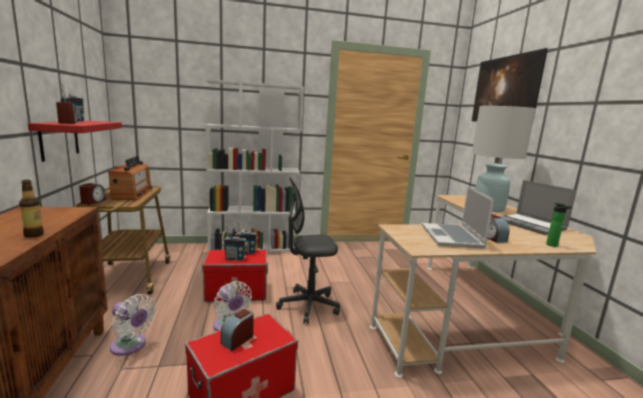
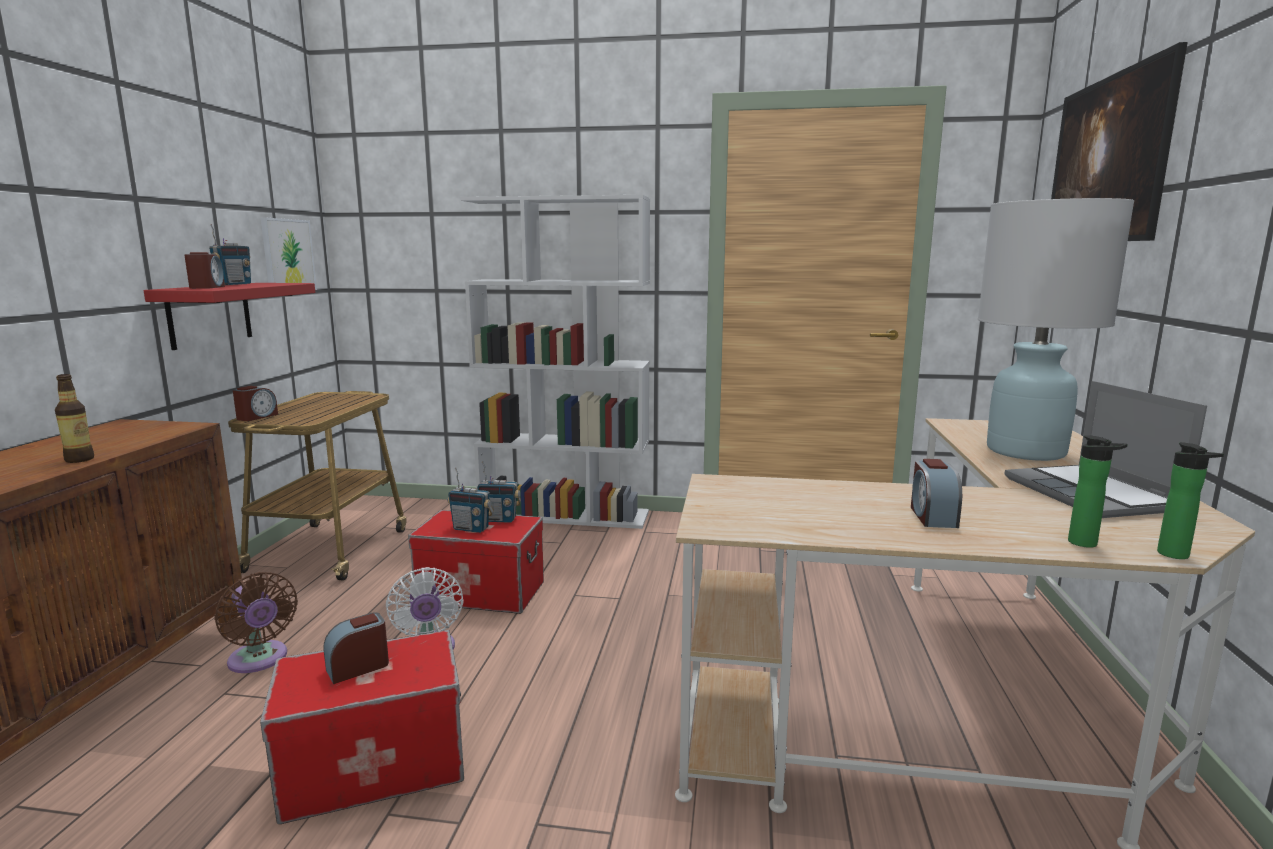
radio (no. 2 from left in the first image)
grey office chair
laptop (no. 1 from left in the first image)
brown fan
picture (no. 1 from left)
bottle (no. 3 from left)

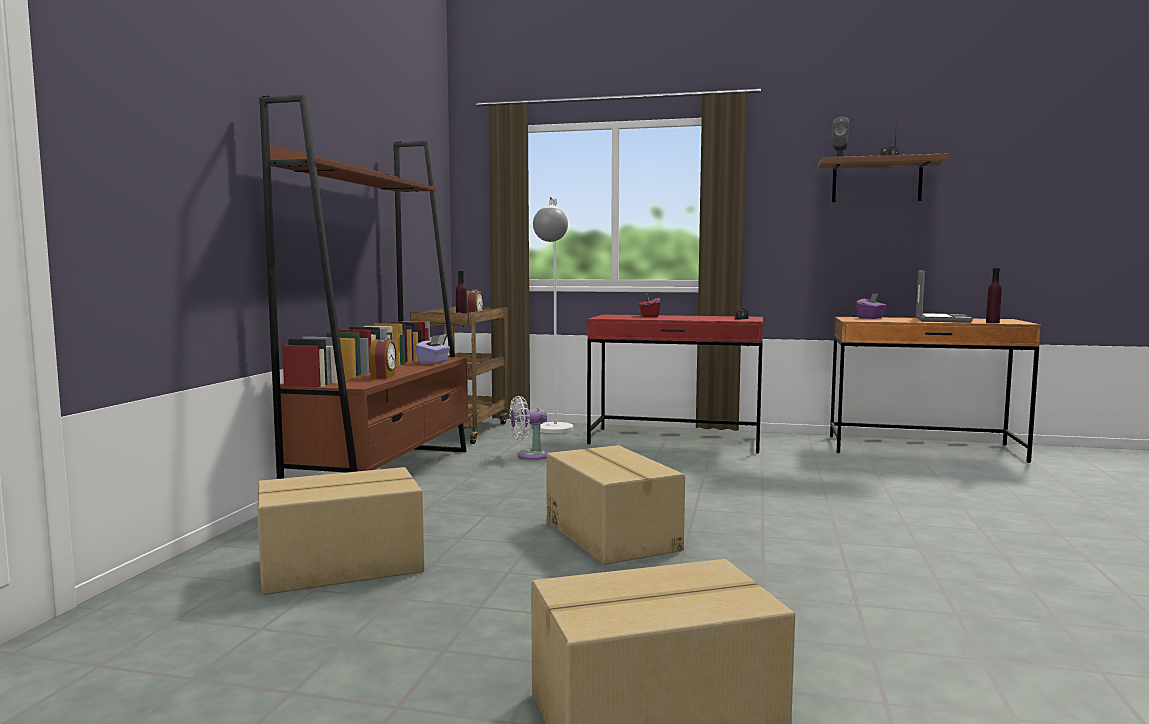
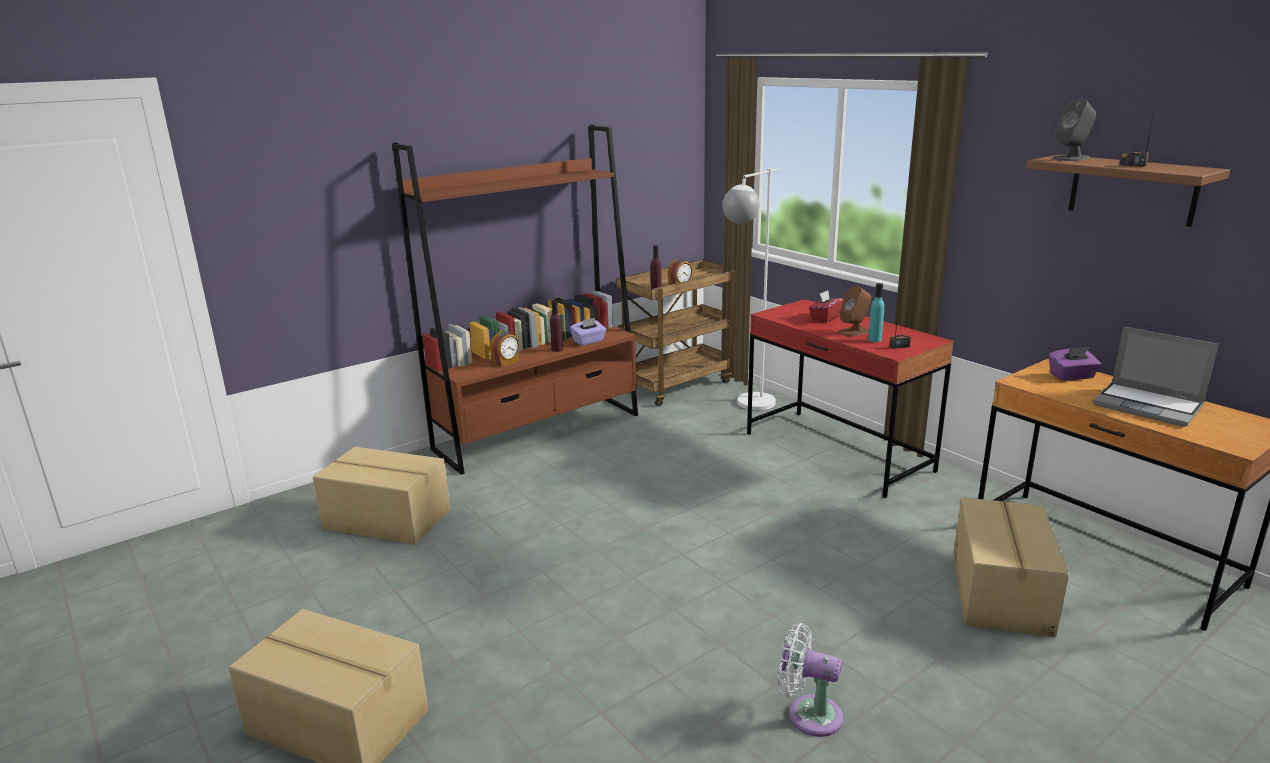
purple bottle (no. 1 from left)
laptop
white fan
cardboard box (no. 3 from left)
turquoise bottle
brown speaker

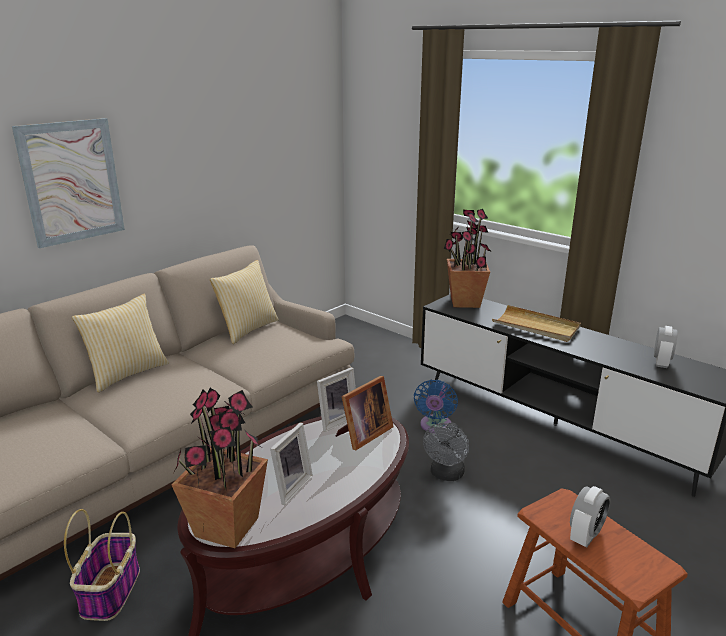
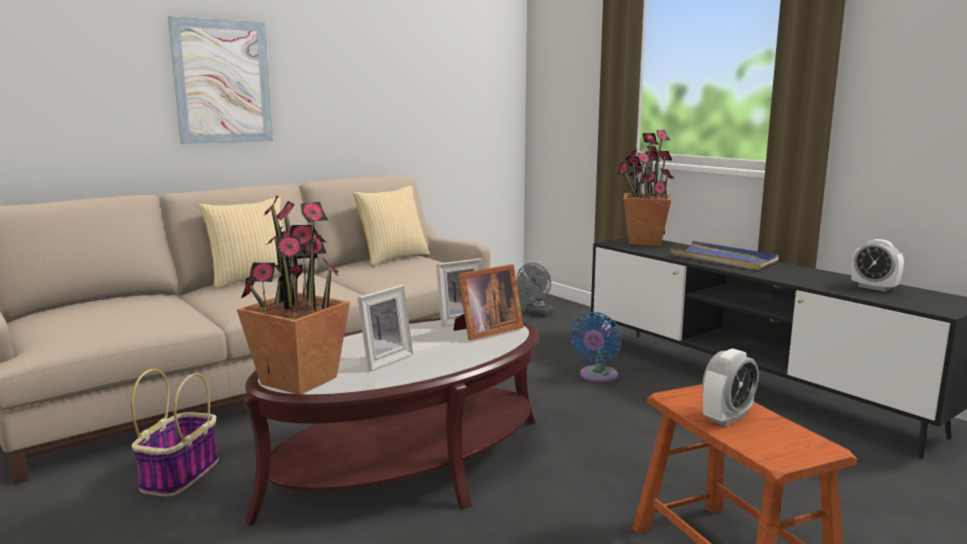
blue tray
alarm clock (no. 2 from left)
grey fan

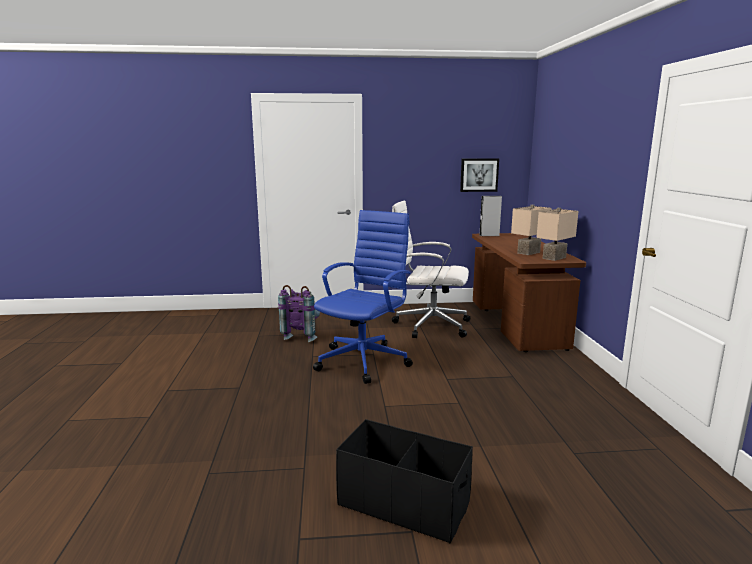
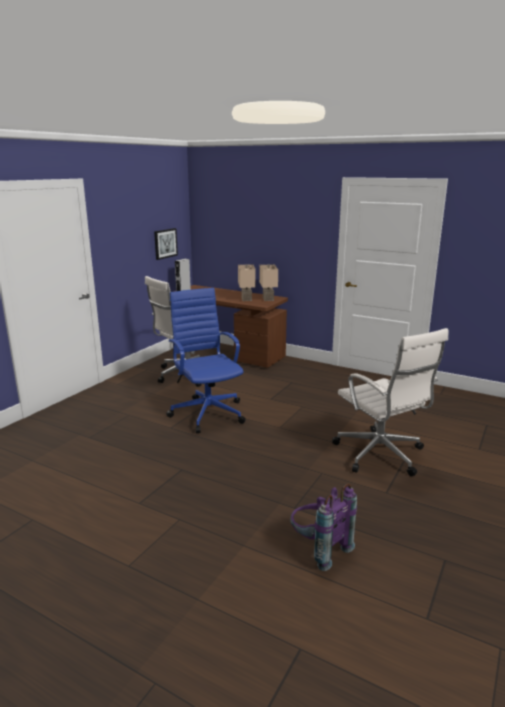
purple backpack
white office chair (no. 2 from left)

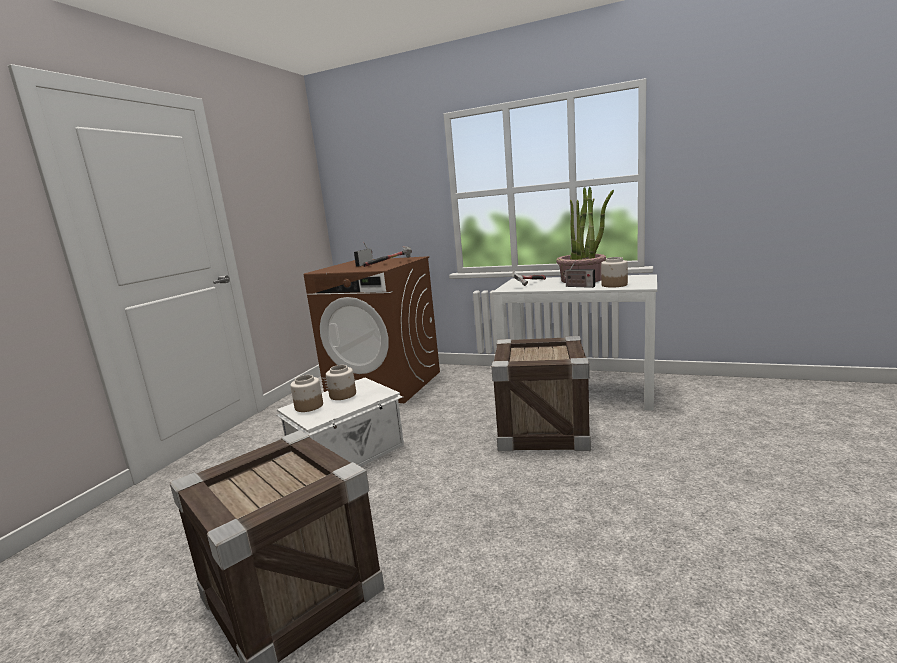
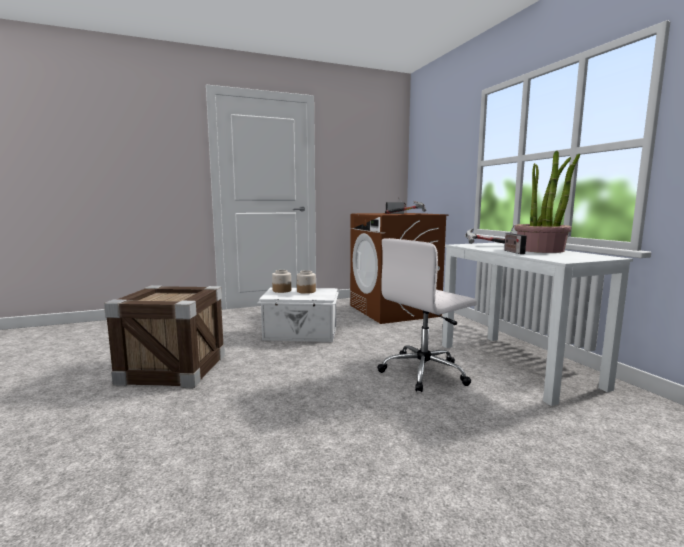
jar (no. 3 from left in the first image)
white office chair

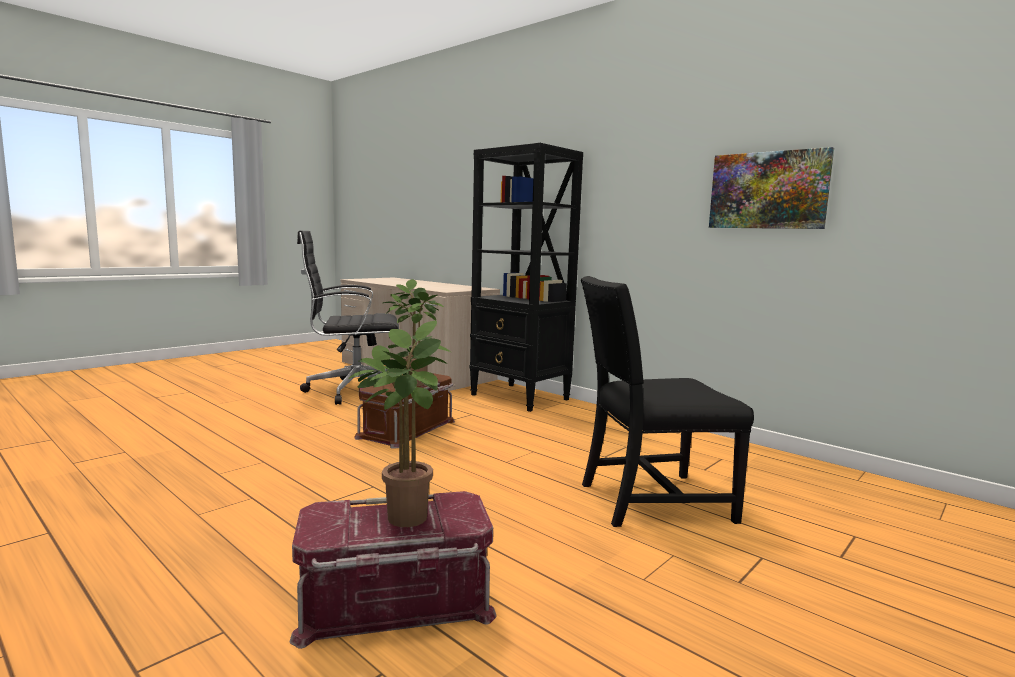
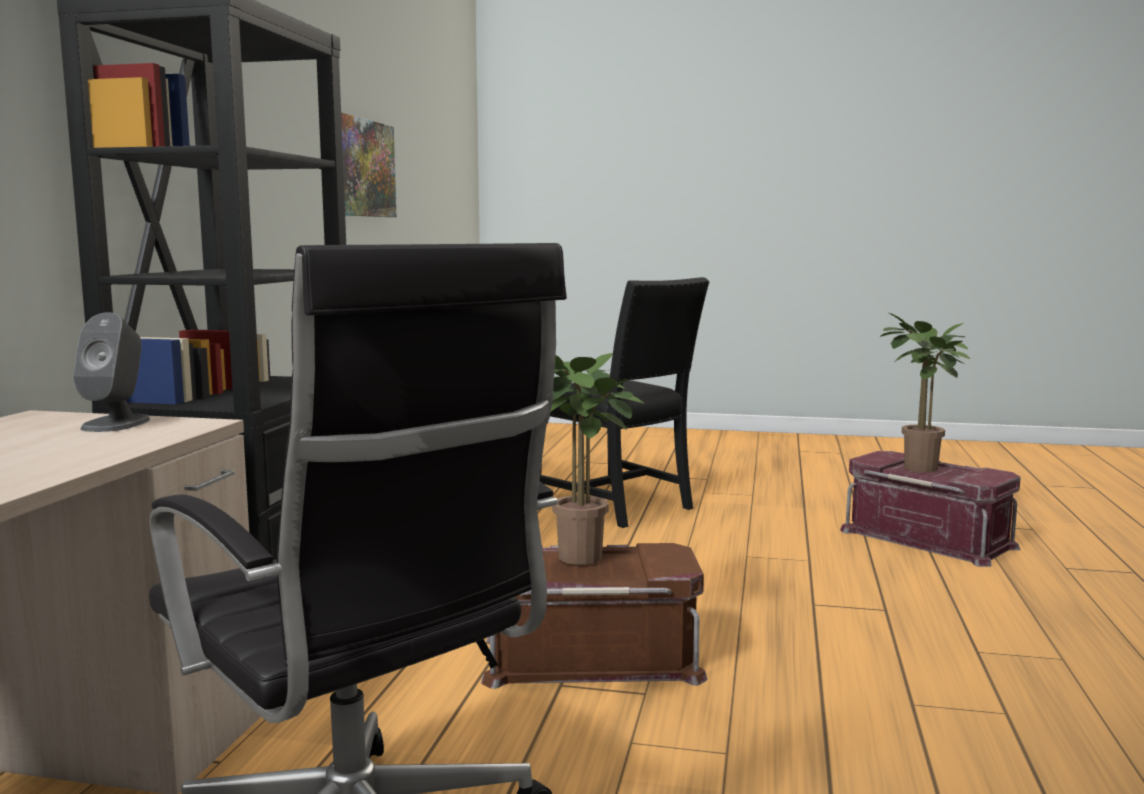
grey speaker

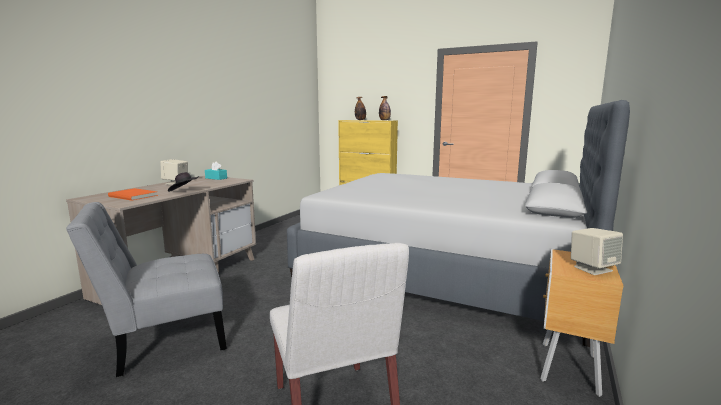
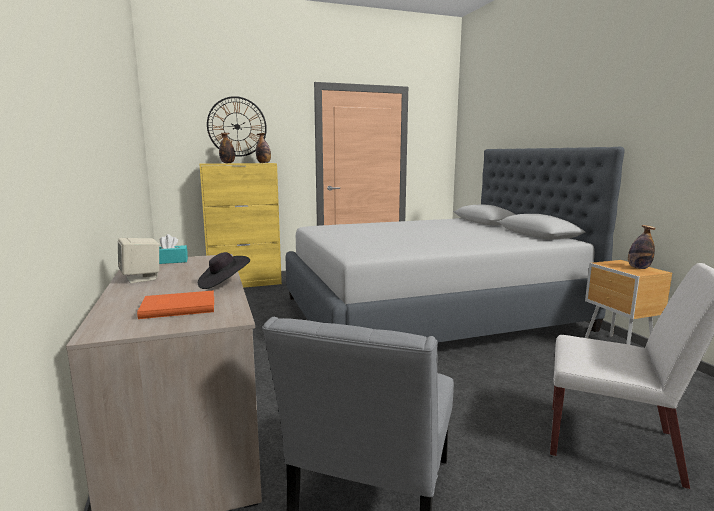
bottle (no. 3 from left)
wall clock

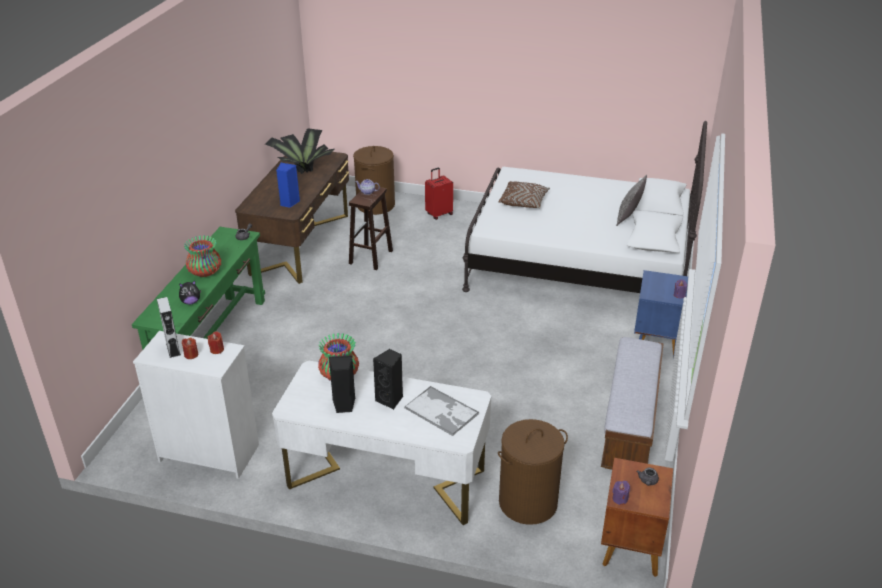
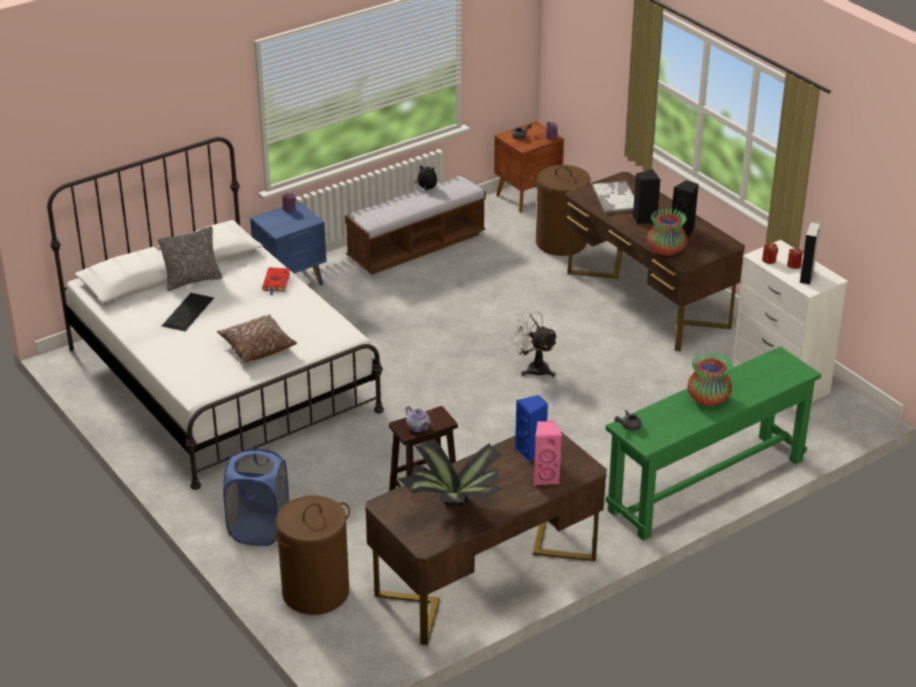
blue laundry basket
plush toy
brown desk (no. 2 from left)
red book
keyboard
white fan
pink speaker

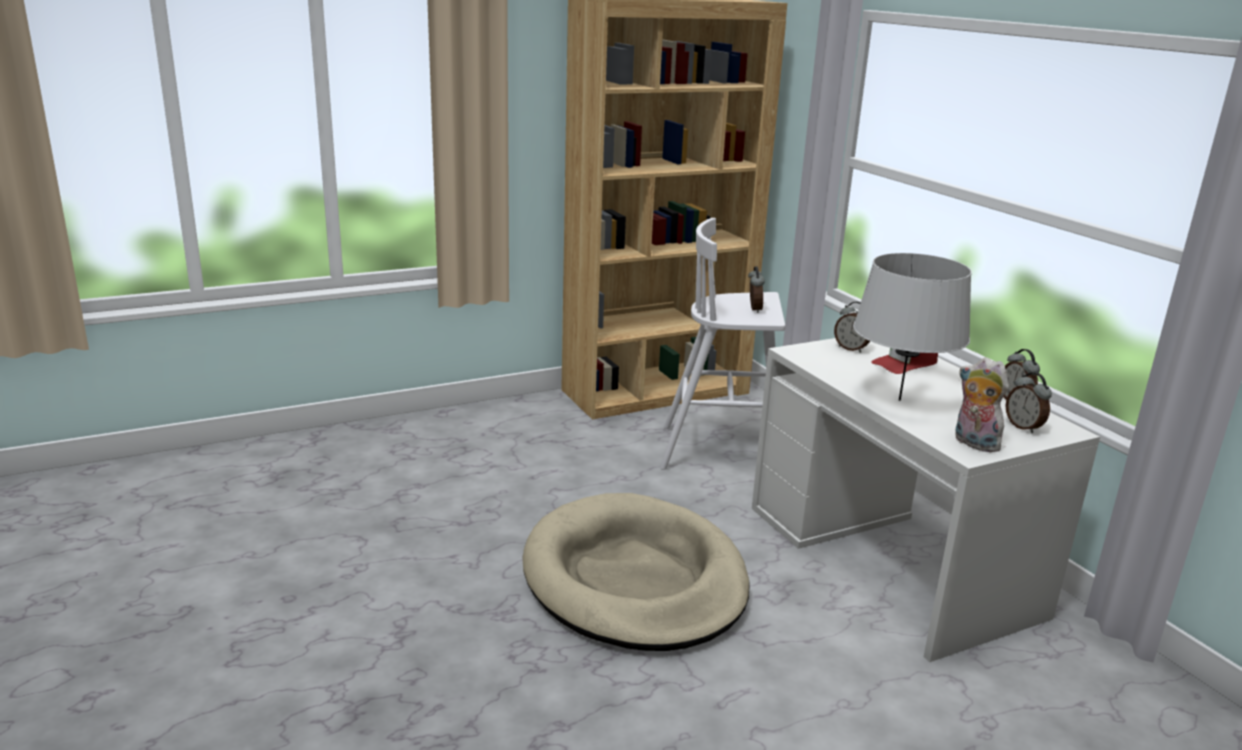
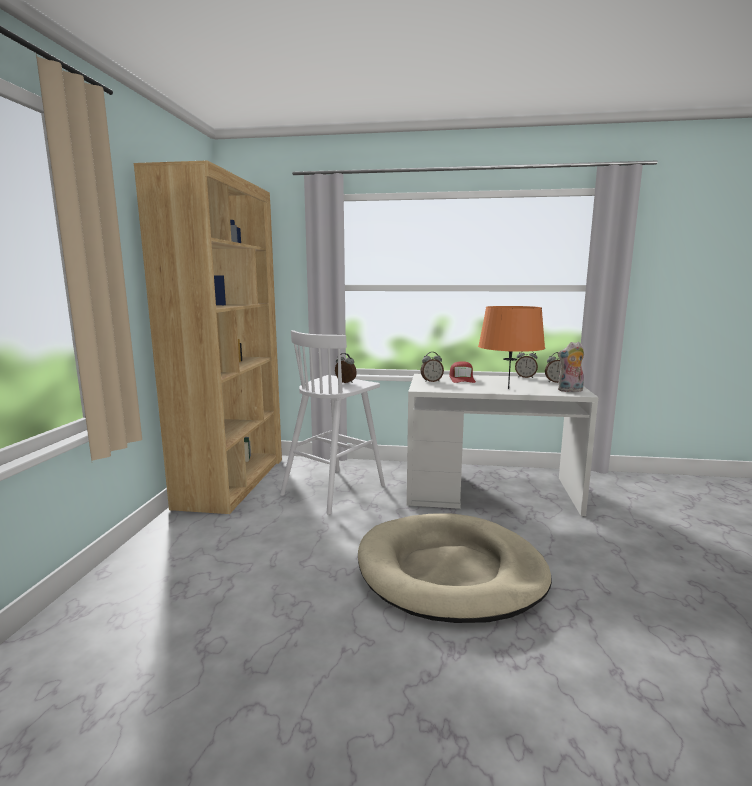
orange table lamp

